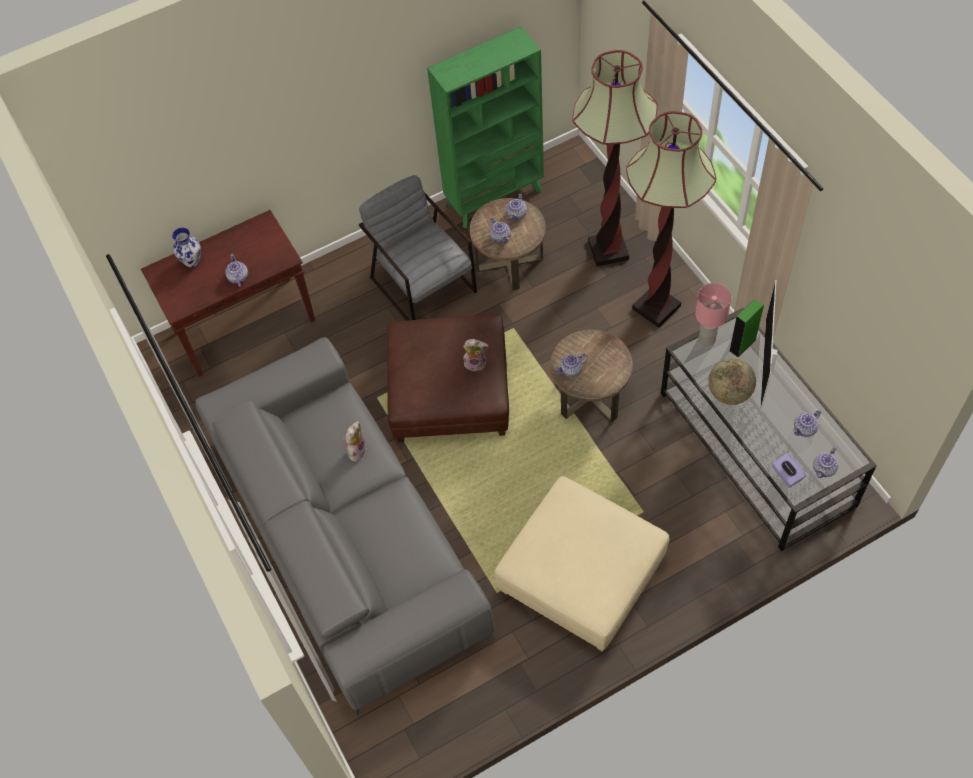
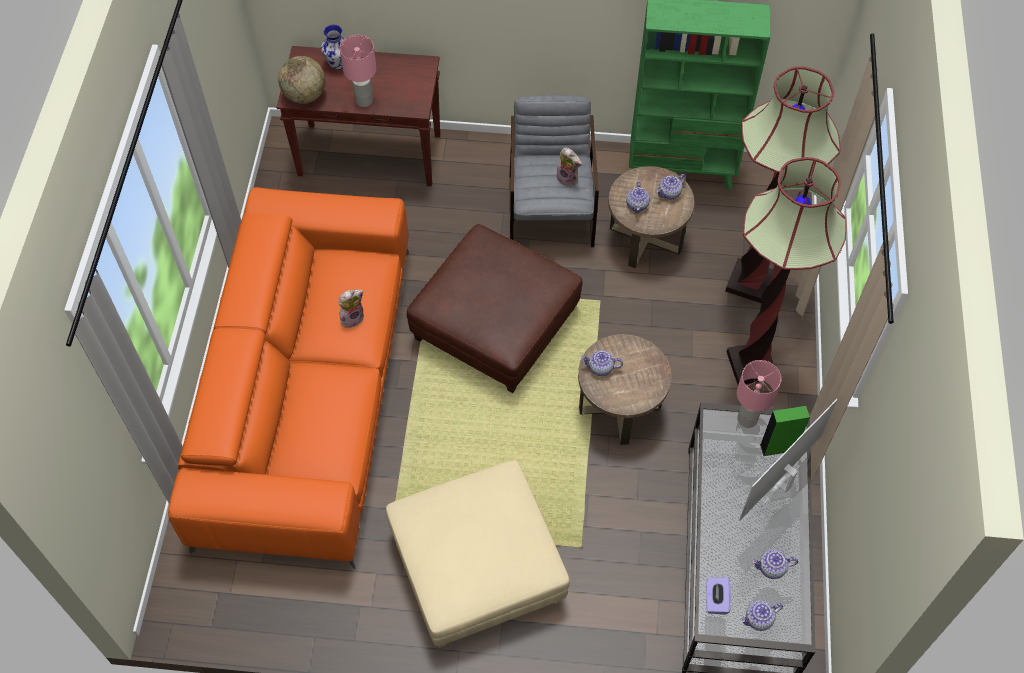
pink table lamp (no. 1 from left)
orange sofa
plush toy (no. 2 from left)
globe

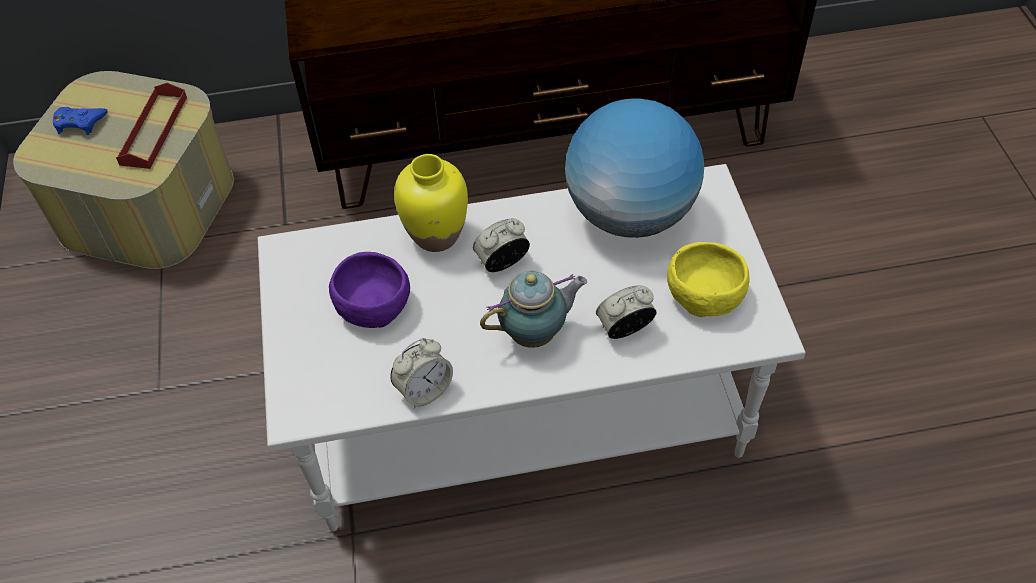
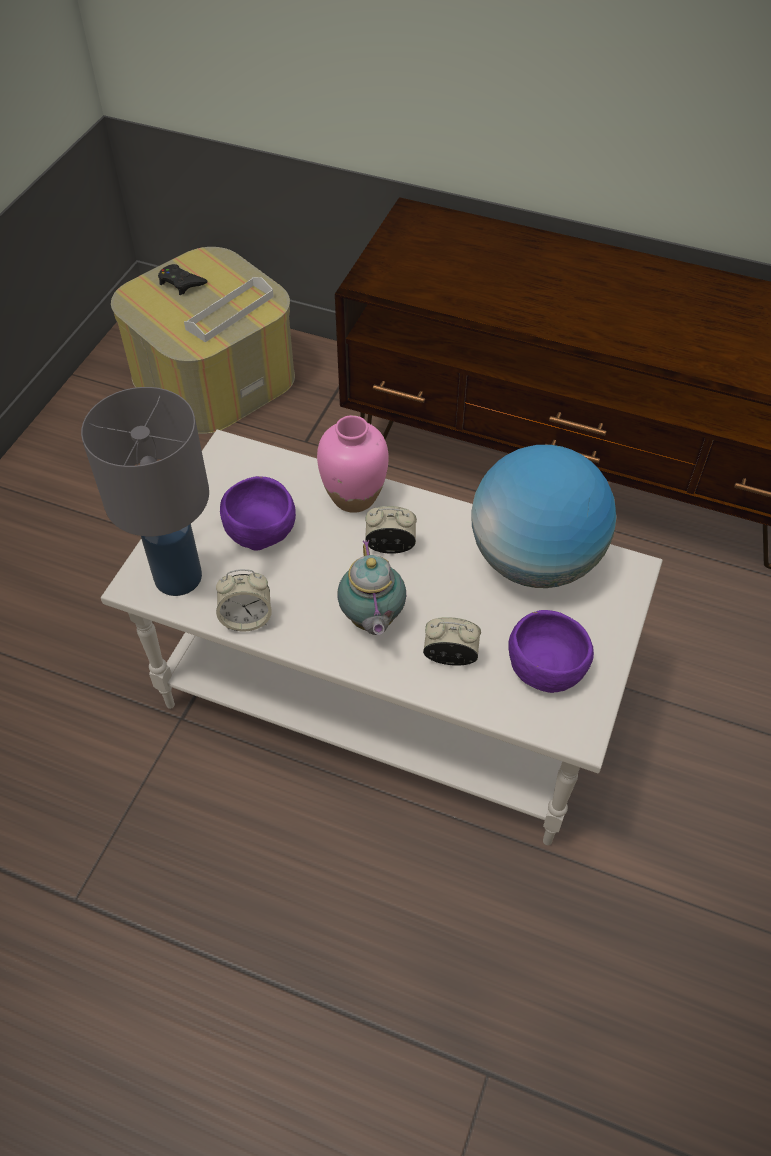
white tray
black game controller
pink vase
purple bowl (no. 2 from left)
teapot
grey table lamp

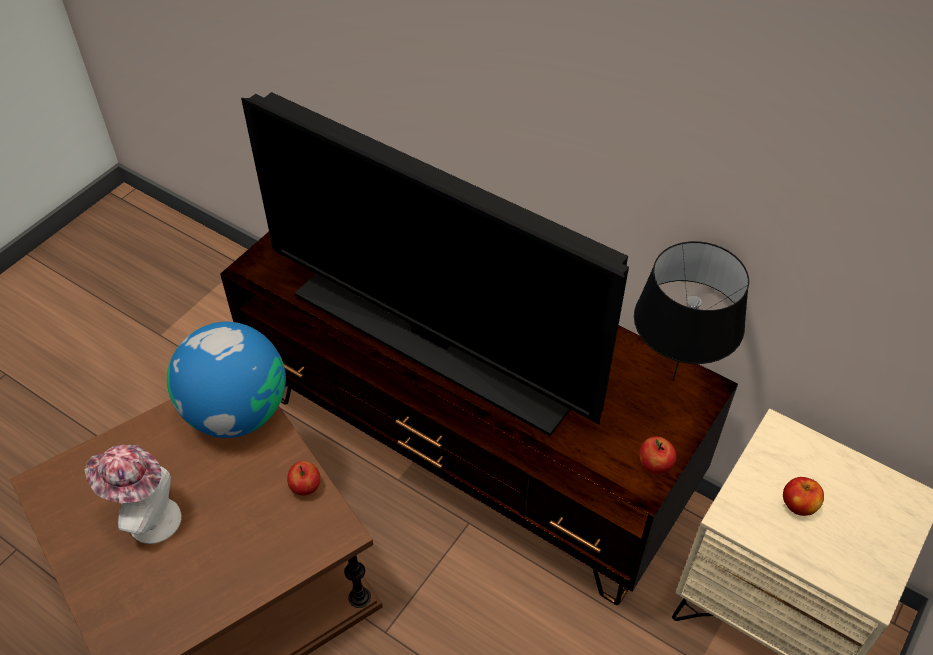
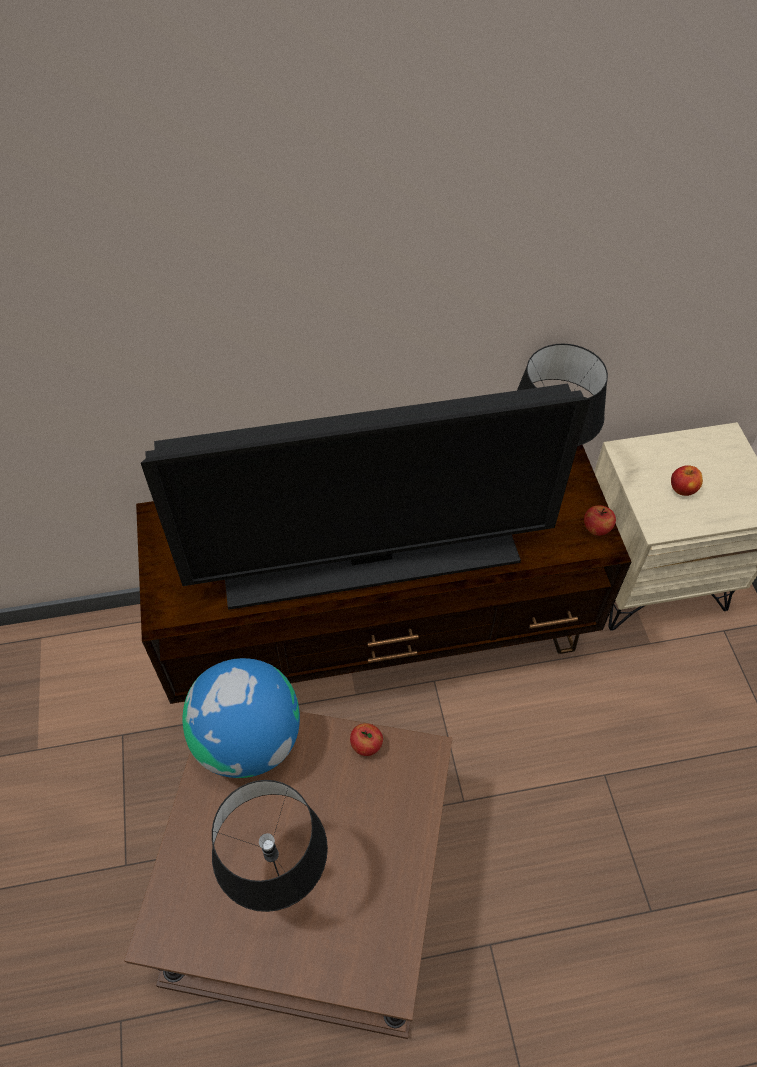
black table lamp (no. 1 from left)

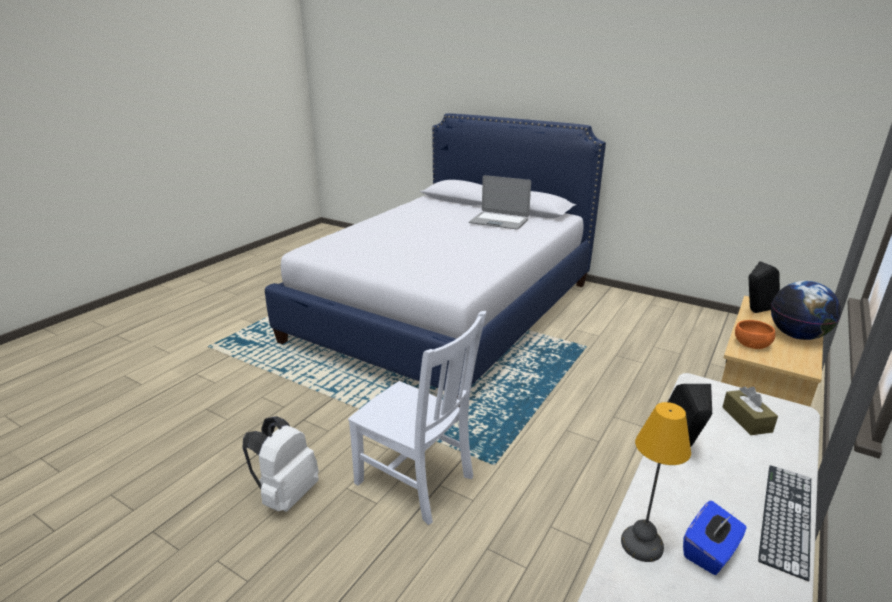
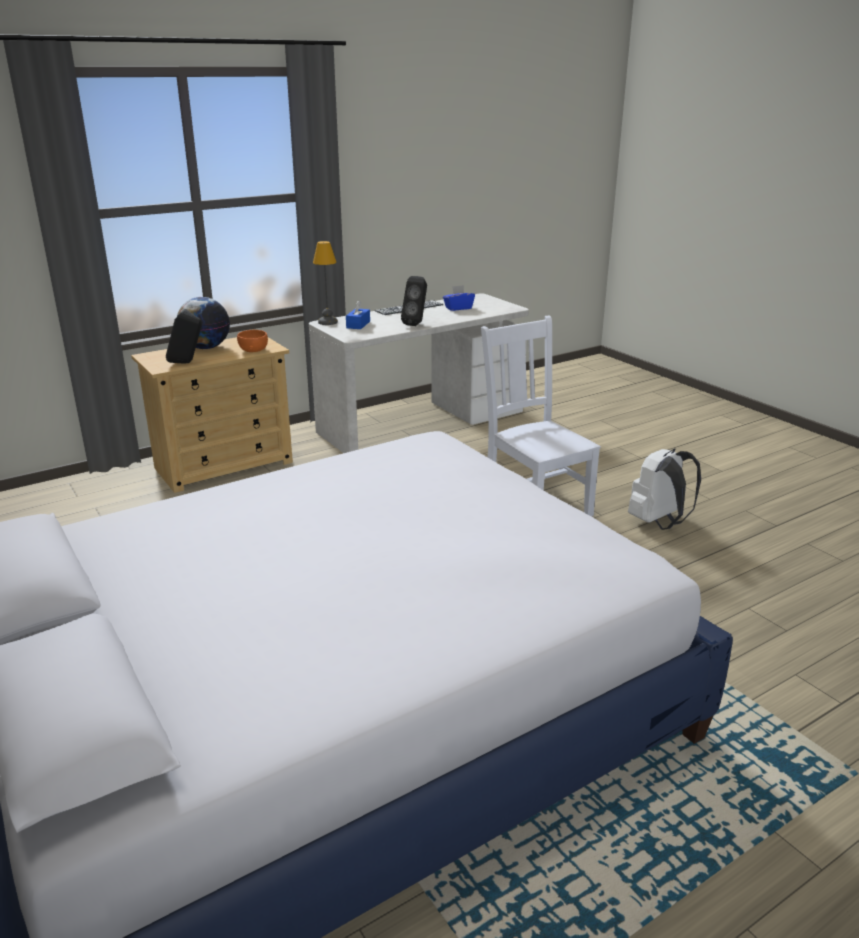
laptop
blue tissue box (no. 1 from left)
table lamp

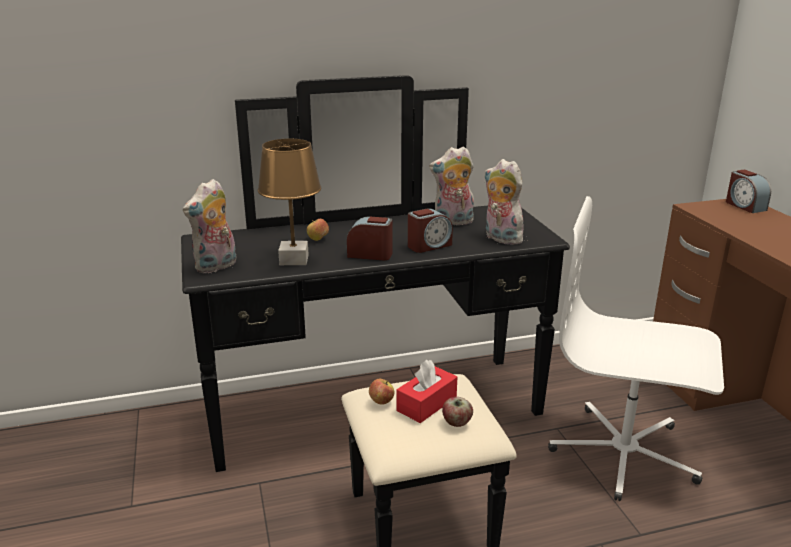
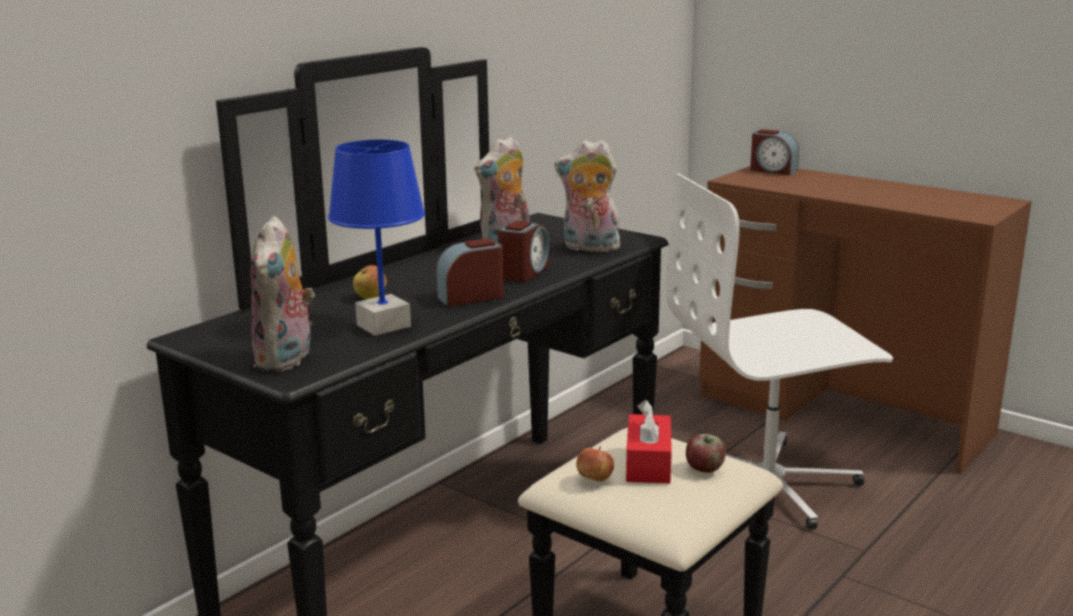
blue table lamp

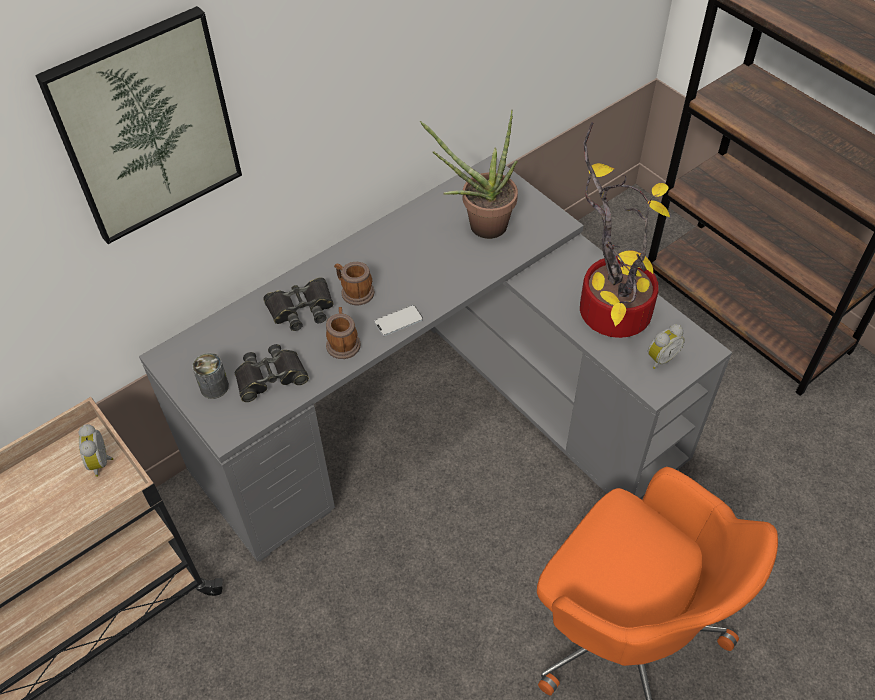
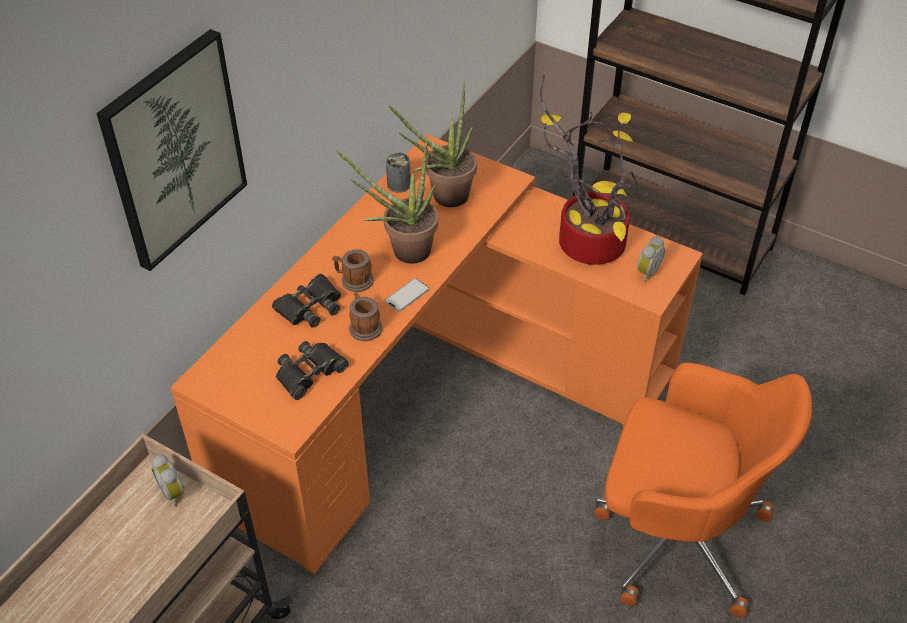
orange desk
can
potted plant (no. 1 from left)

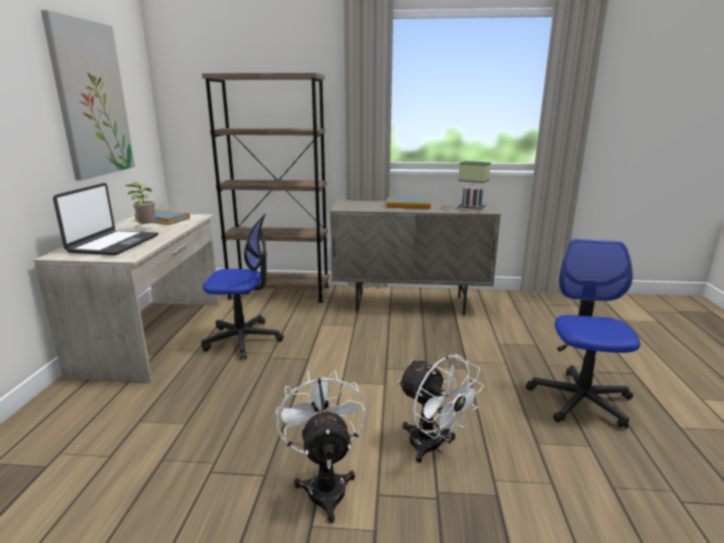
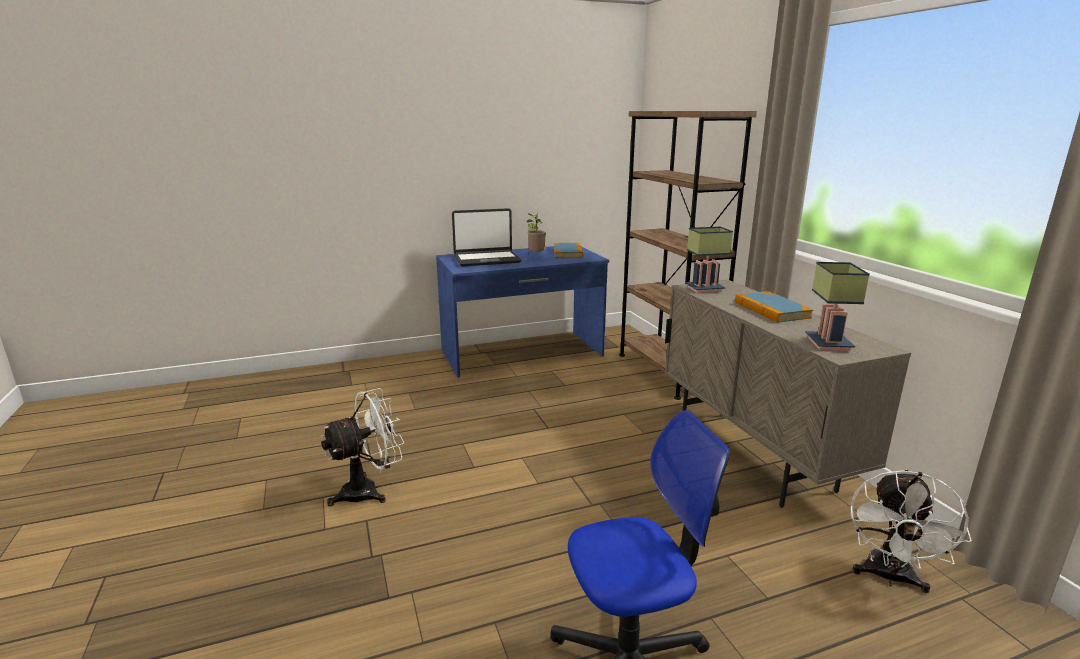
picture
blue desk
office chair (no. 1 from left in the first image)
white fan (no. 2 from left)
table lamp (no. 1 from left)

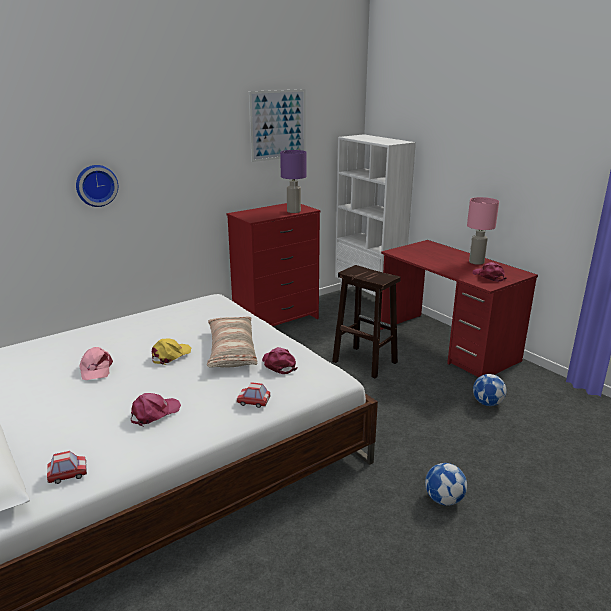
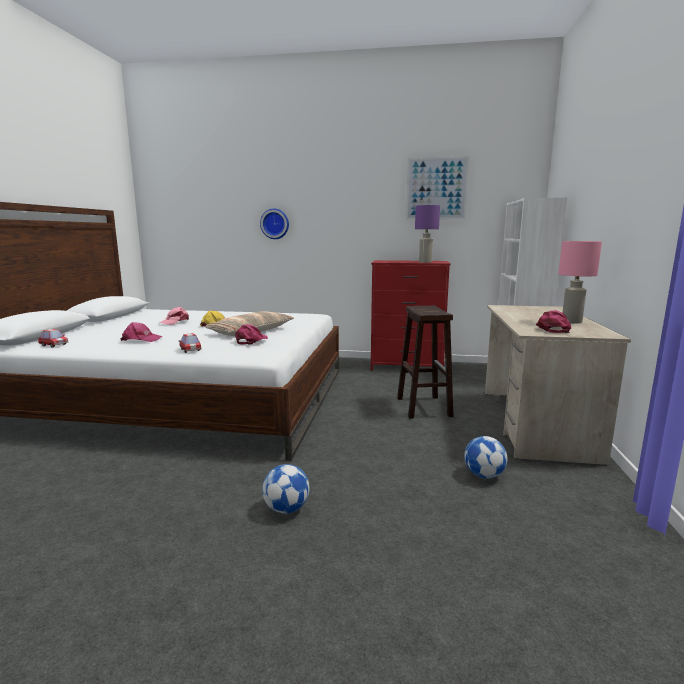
beige desk

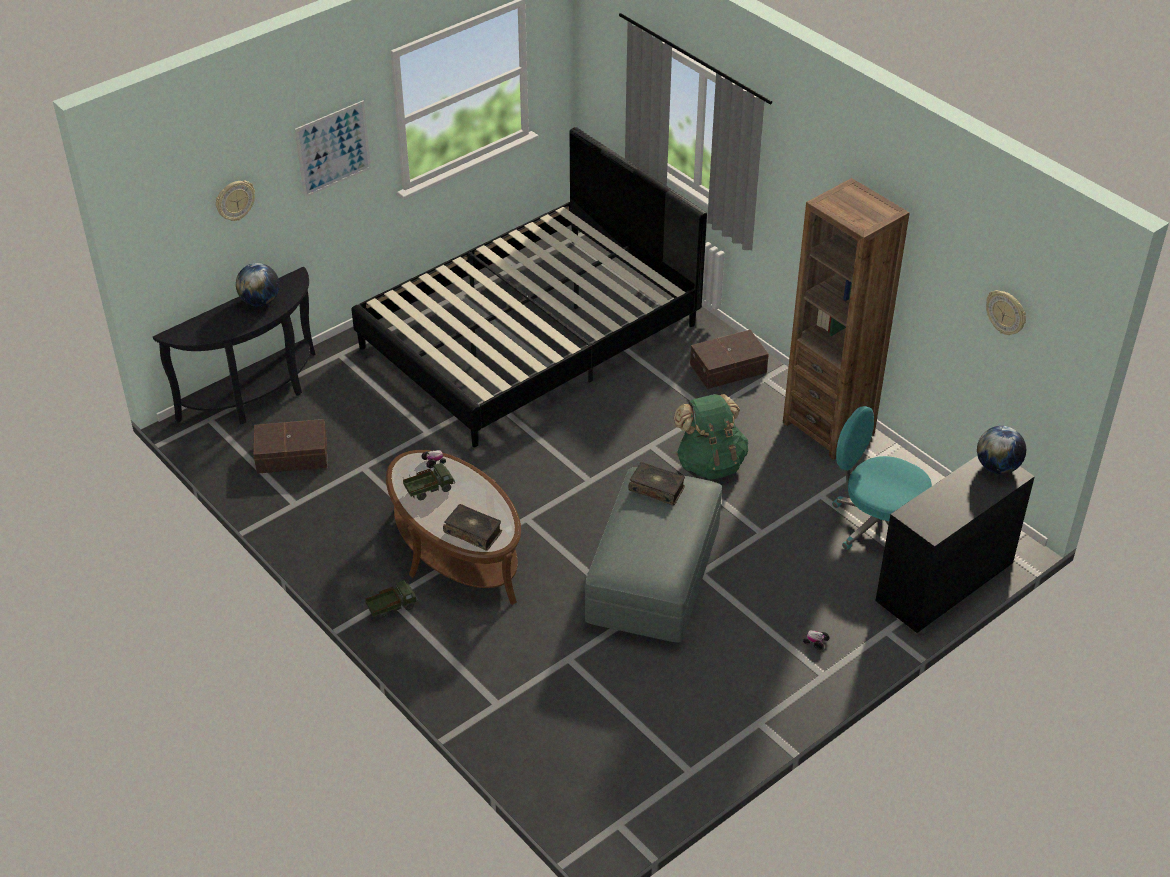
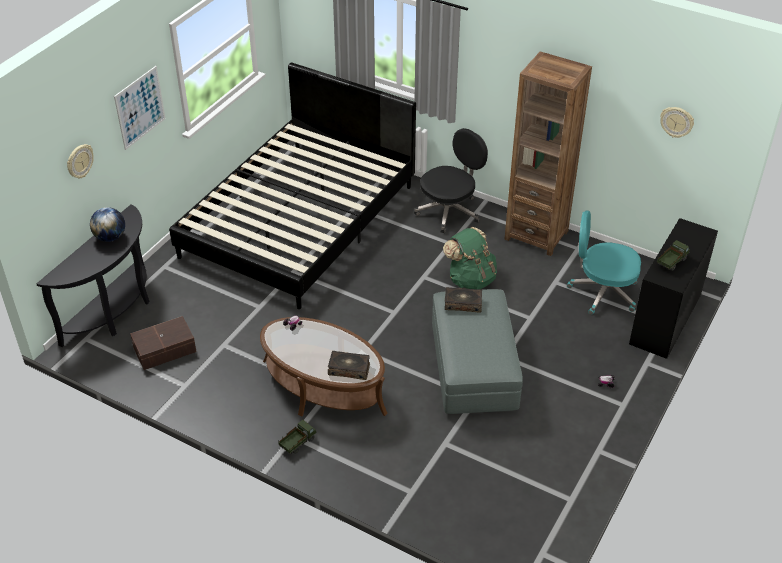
black office chair
globe (no. 2 from left in the first image)
toy truck (no. 2 from left)

